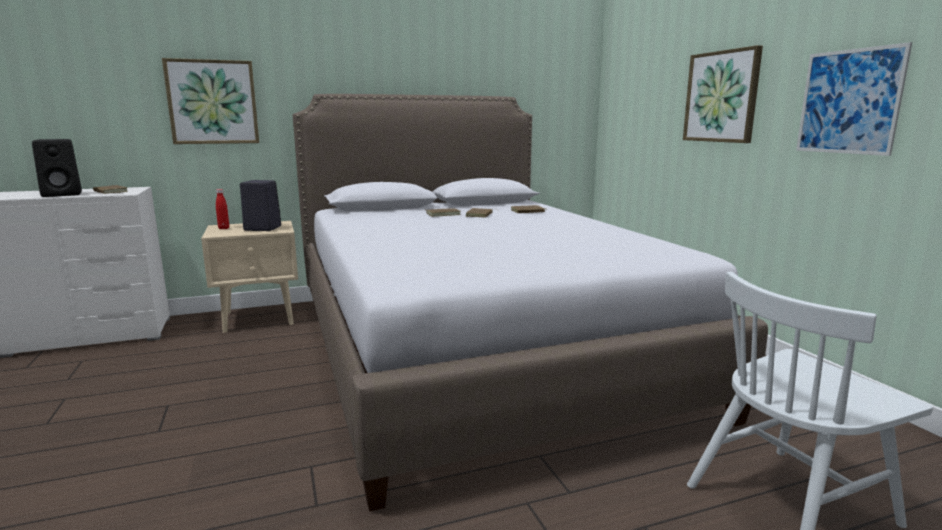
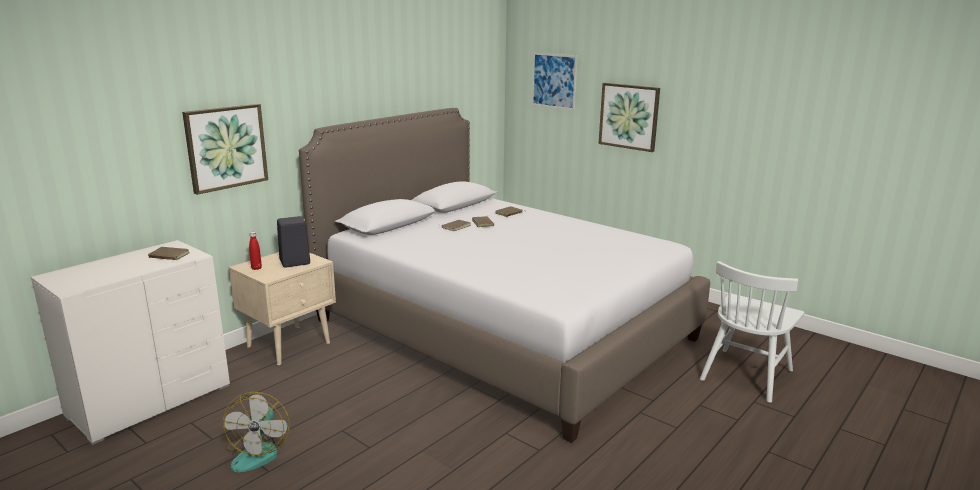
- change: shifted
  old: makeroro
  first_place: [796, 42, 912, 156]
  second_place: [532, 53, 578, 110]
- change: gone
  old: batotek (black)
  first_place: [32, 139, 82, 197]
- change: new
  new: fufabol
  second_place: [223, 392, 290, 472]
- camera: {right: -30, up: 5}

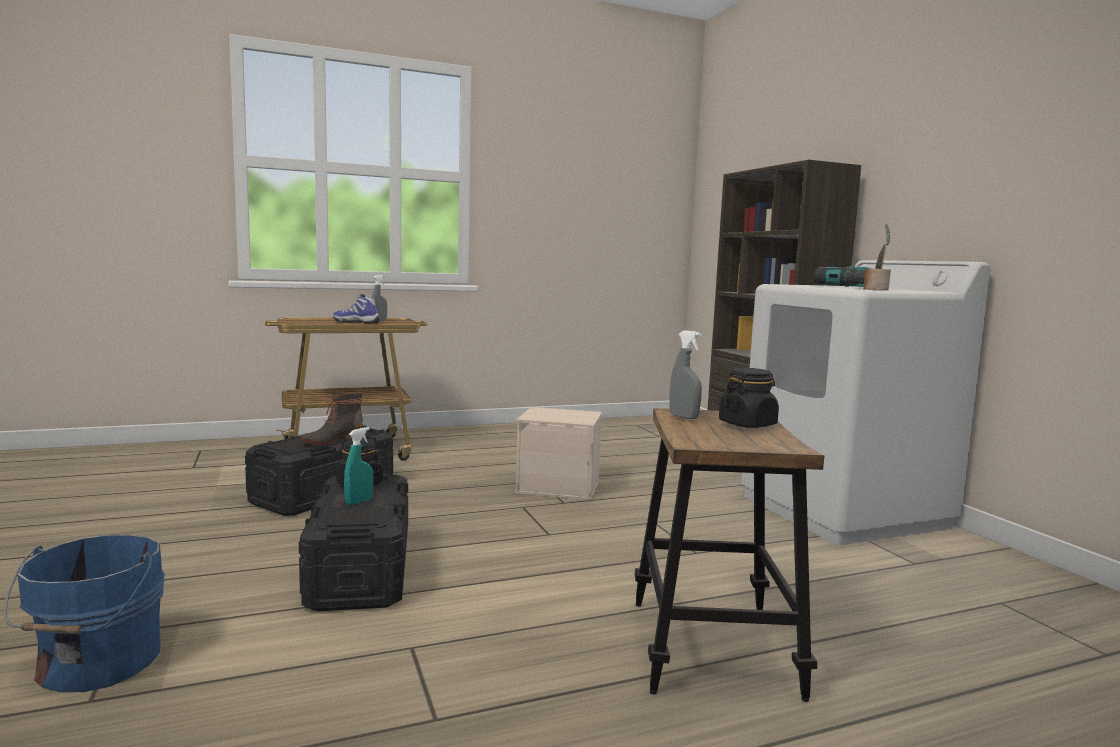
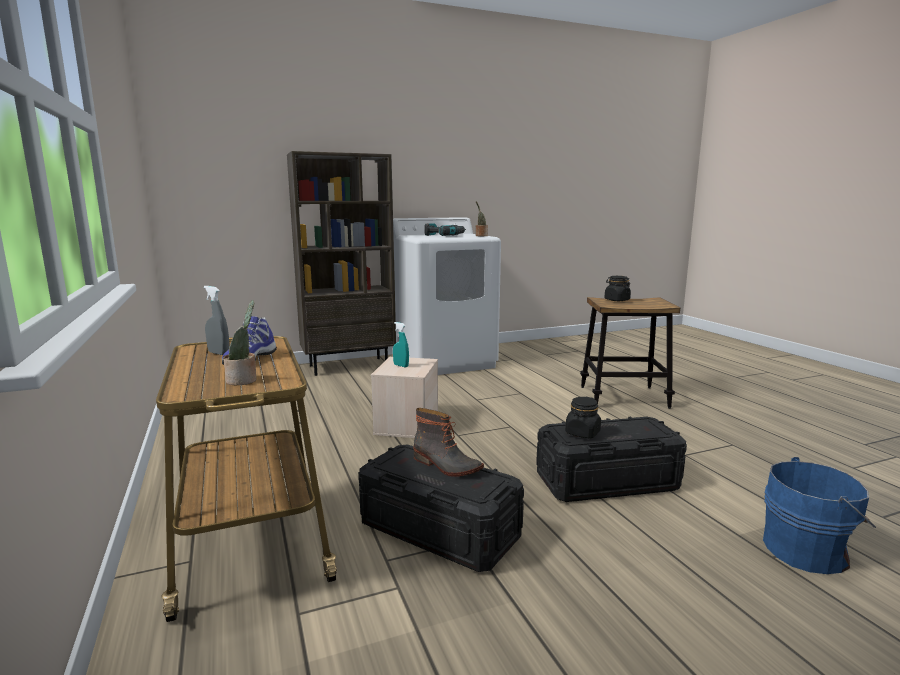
- change: gone
  old: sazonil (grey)
  first_place: [669, 330, 702, 419]
- change: shifted
  old: sazonil (turquoise)
  first_place: [344, 427, 374, 505]
  second_place: [393, 322, 409, 367]
- change: new
  new: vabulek
  second_place: [223, 300, 257, 385]
- camera: {right: -90, up: 5}

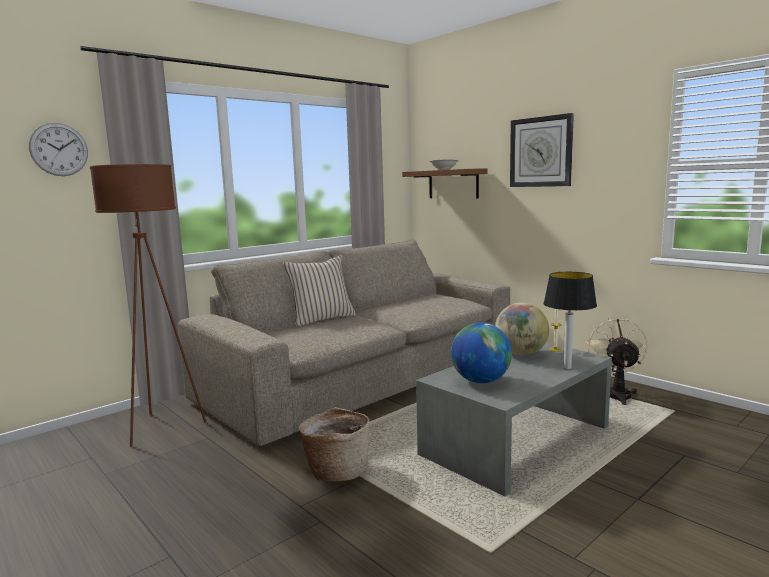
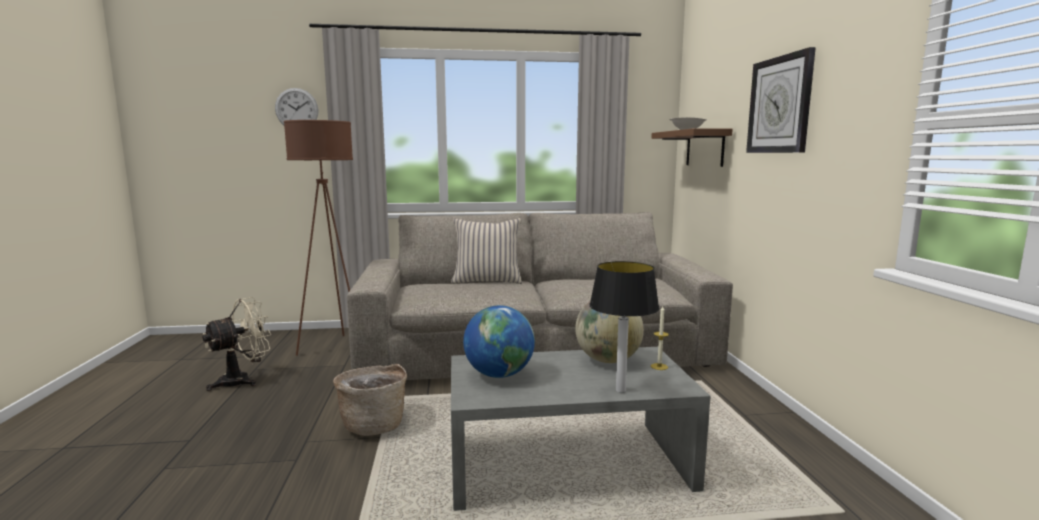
- change: shifted
  old: fufabol (beige)
  first_place: [586, 317, 648, 405]
  second_place: [202, 297, 272, 391]
- camera: {right: 35, up: 0}

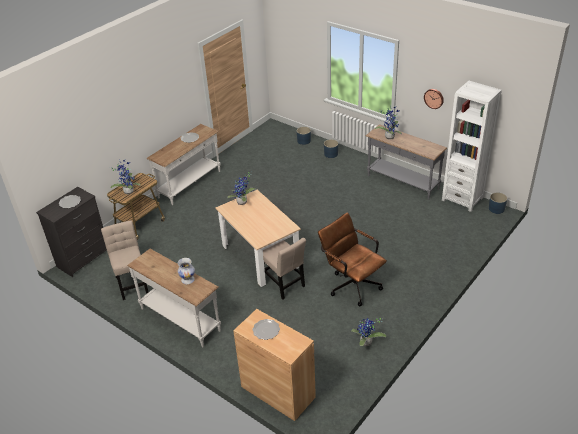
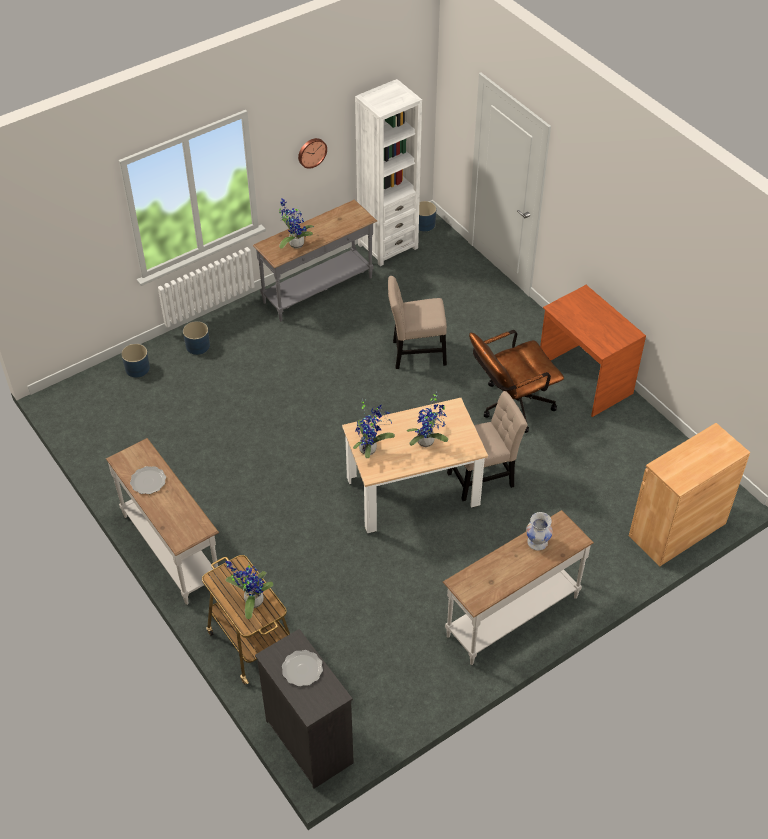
- change: shifted
  old: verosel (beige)
  first_place: [101, 221, 148, 300]
  second_place: [388, 276, 447, 369]
- change: shifted
  old: vabulek
  first_place: [351, 318, 386, 346]
  second_place: [407, 392, 448, 447]
- change: gone
  old: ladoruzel
  first_place: [252, 319, 280, 340]
- change: new
  new: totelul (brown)
  second_place: [540, 285, 646, 417]
- camera: {right: -75, up: 10}

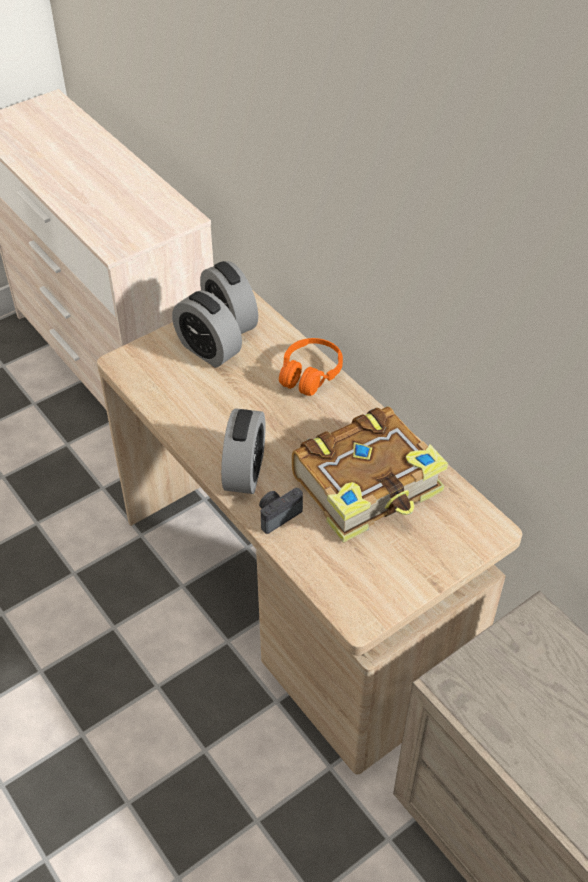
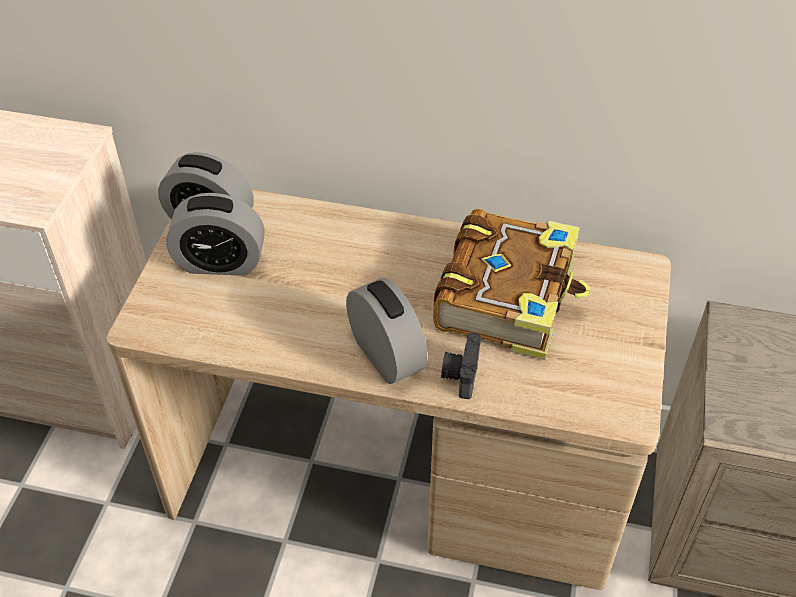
- change: gone
  old: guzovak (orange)
  first_place: [279, 338, 343, 396]
- camera: {right: -40, up: 0}

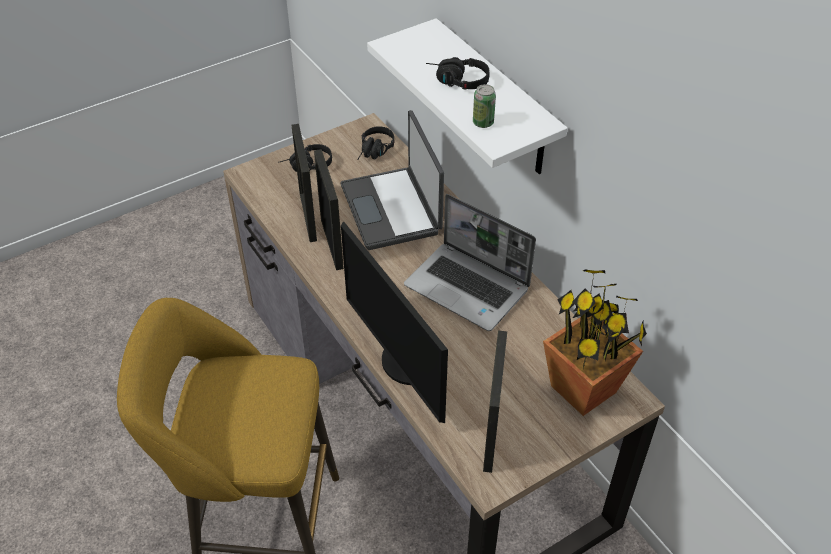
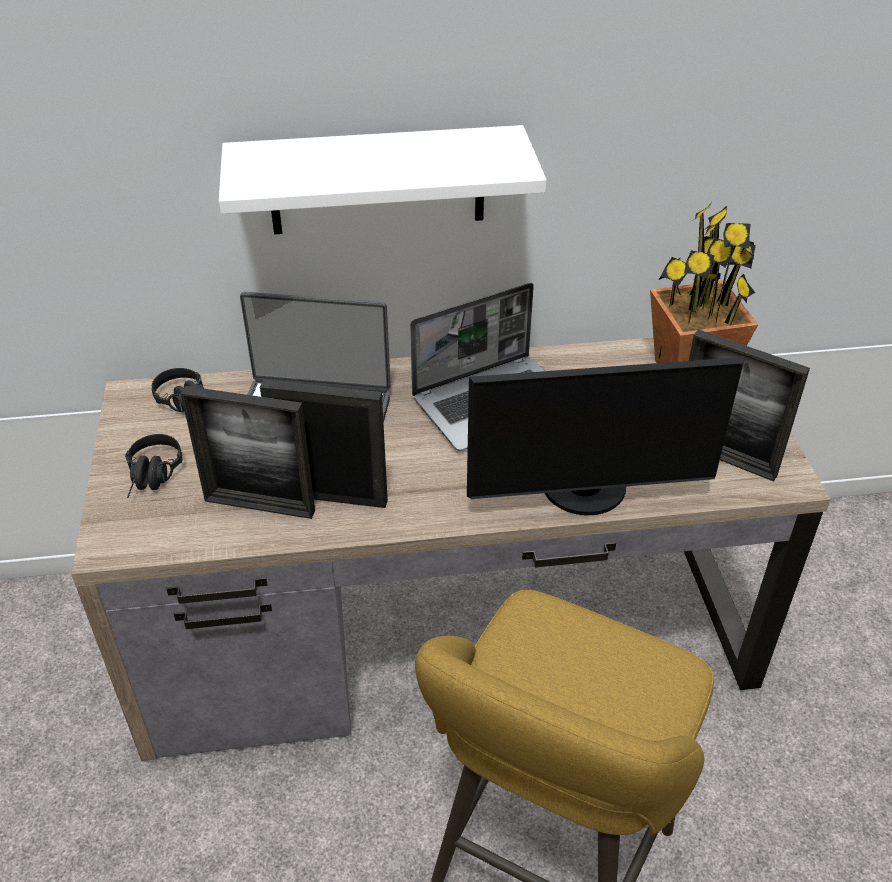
- change: gone
  old: guzovak (black)
  first_place: [426, 57, 490, 90]
- change: gone
  old: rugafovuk
  first_place: [473, 84, 496, 128]
- camera: {right: -65, up: -5}

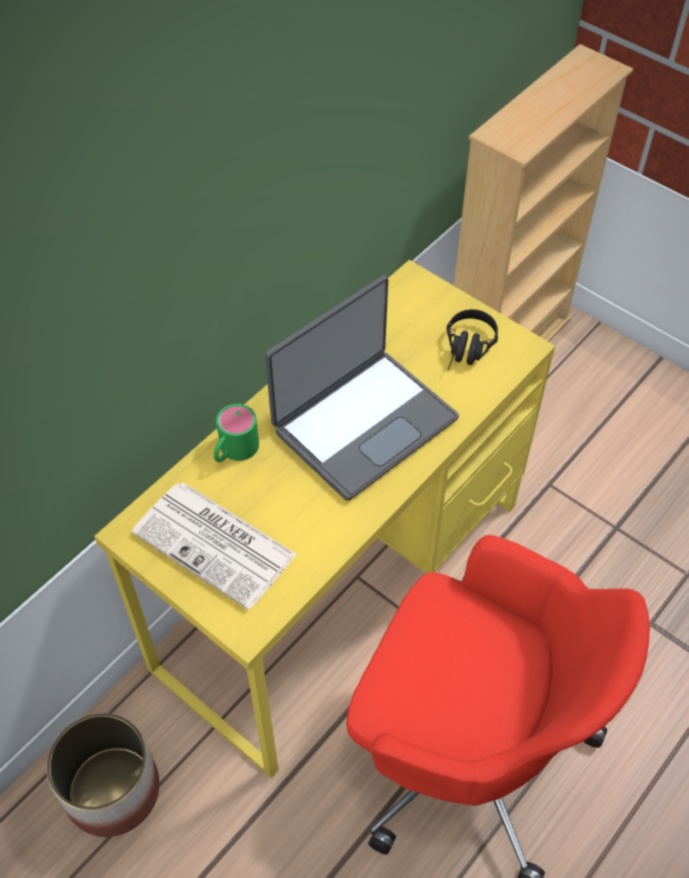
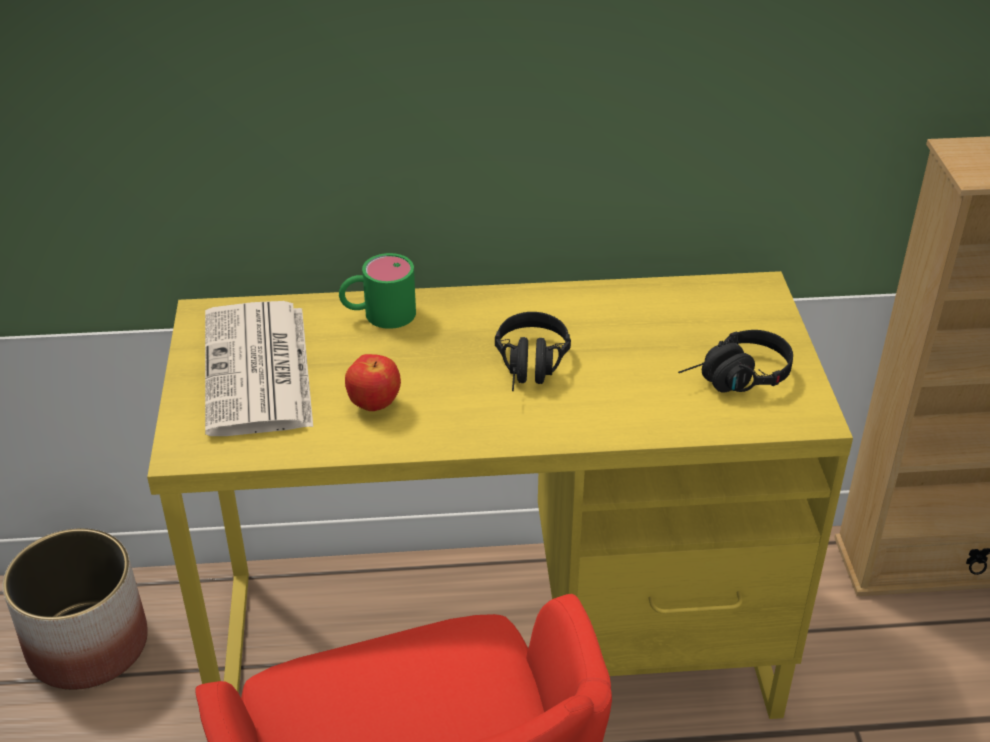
- change: swapped
  old: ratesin
  new: guzovak (black)
  first_place: [265, 275, 459, 501]
  second_place: [495, 312, 571, 391]
- change: new
  new: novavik
  second_place: [345, 354, 401, 411]
- camera: {right: 45, up: -15}

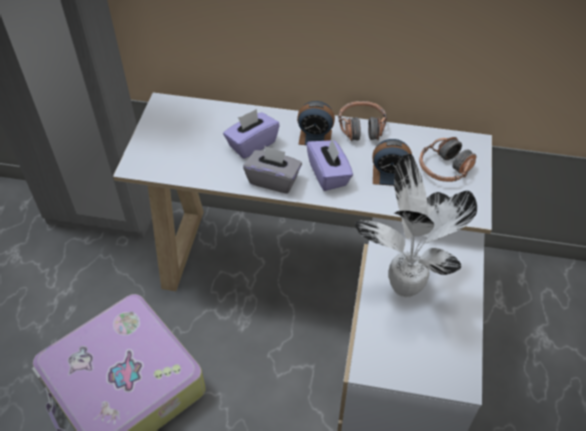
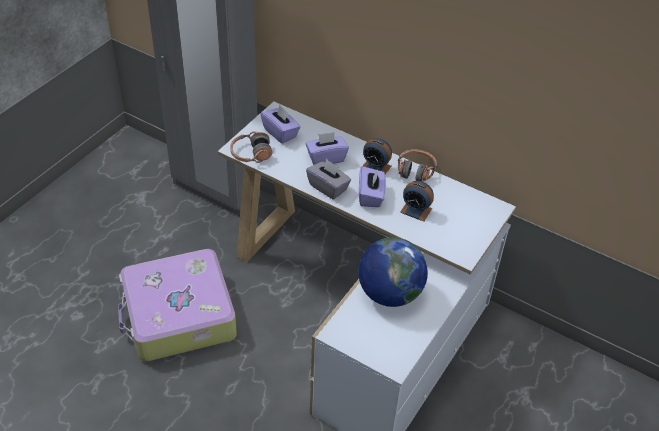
- change: shifted
  old: guzovak
  first_place: [419, 137, 476, 182]
  second_place: [230, 131, 273, 163]
- change: swapped
  old: vabulek
  new: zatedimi
  first_place: [355, 154, 477, 297]
  second_place: [358, 237, 428, 307]
- change: new
  new: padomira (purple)
  second_place: [260, 105, 300, 144]
- camera: {right: 20, up: -5}

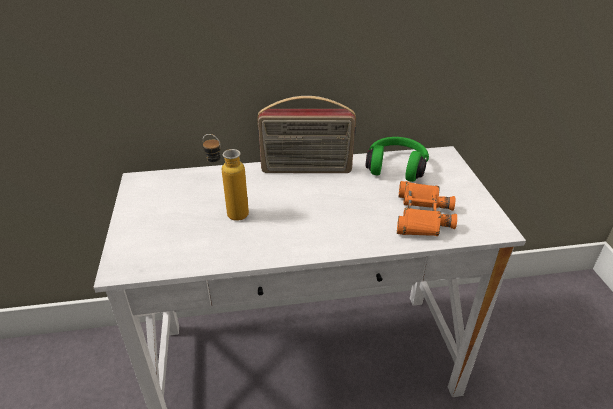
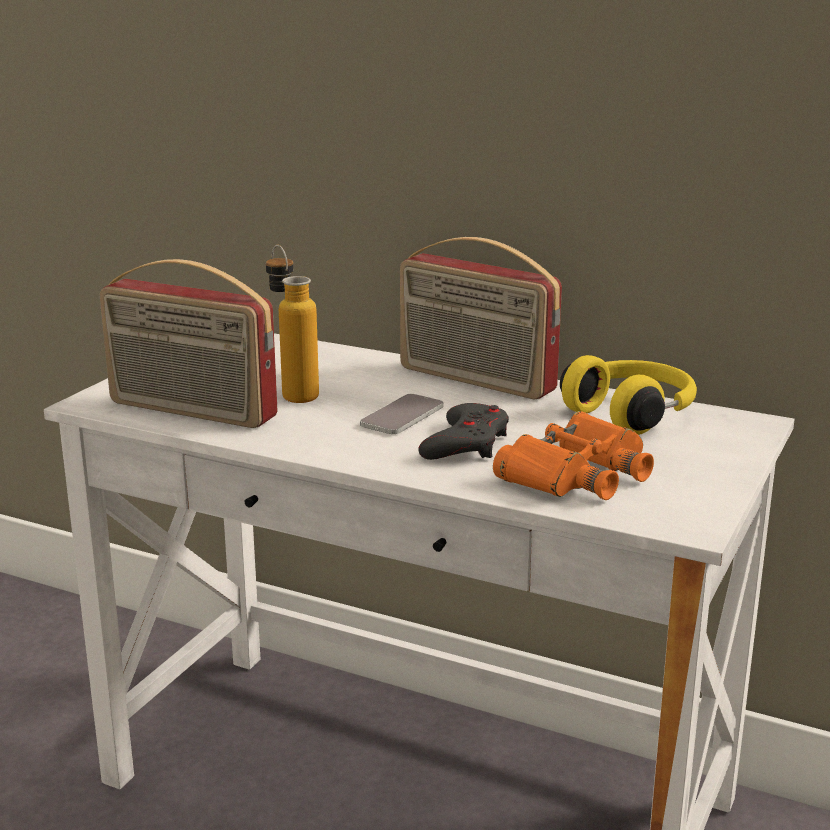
- change: repainted
  old: guzovak (green)
  new: guzovak (yellow)
  first_place: [366, 137, 429, 182]
  second_place: [560, 355, 697, 435]
- change: new
  new: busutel
  second_place: [100, 259, 278, 428]
- change: new
  new: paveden
  second_place: [360, 394, 444, 434]
- change: new
  new: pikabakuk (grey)
  second_place: [418, 403, 509, 460]
- camera: {right: 35, up: -15}

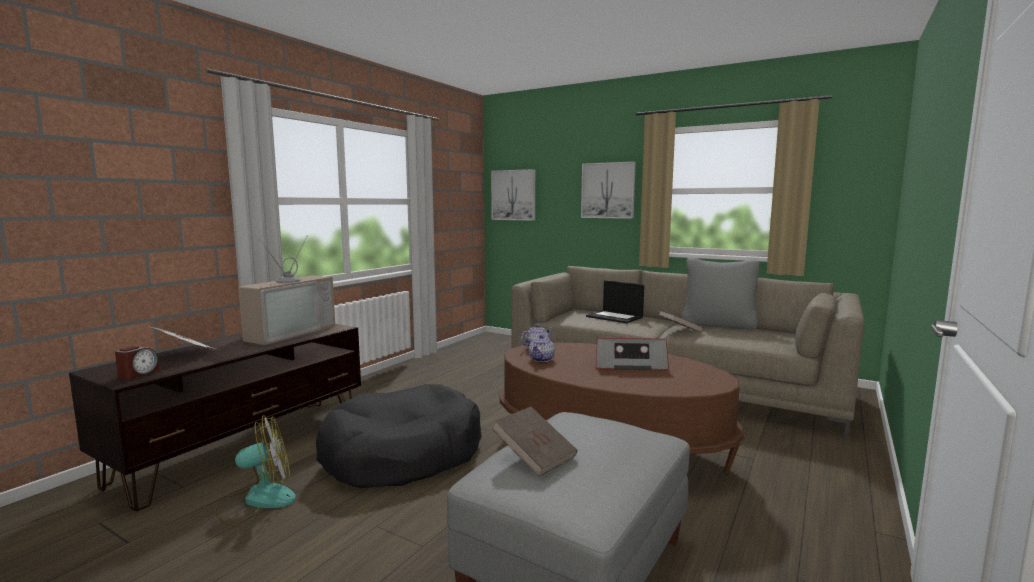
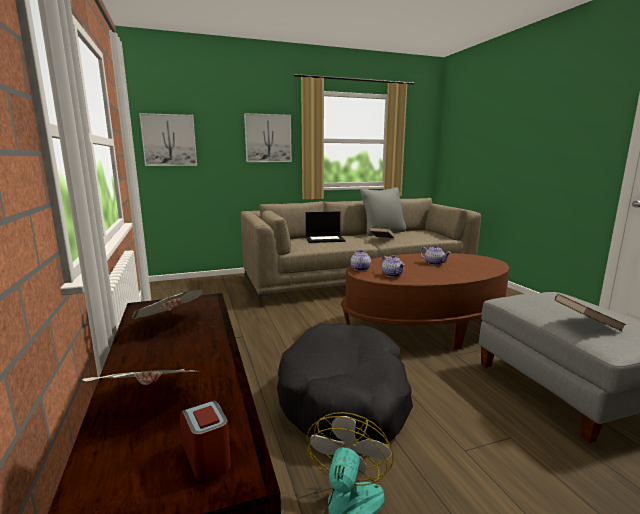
- change: swapped
  old: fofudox
  new: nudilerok
  first_place: [238, 235, 335, 345]
  second_place: [132, 290, 203, 319]
- change: swapped
  old: busutel
  new: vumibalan
  first_place: [596, 338, 669, 370]
  second_place: [420, 245, 451, 265]
- camera: {right: -50, up: 5}

